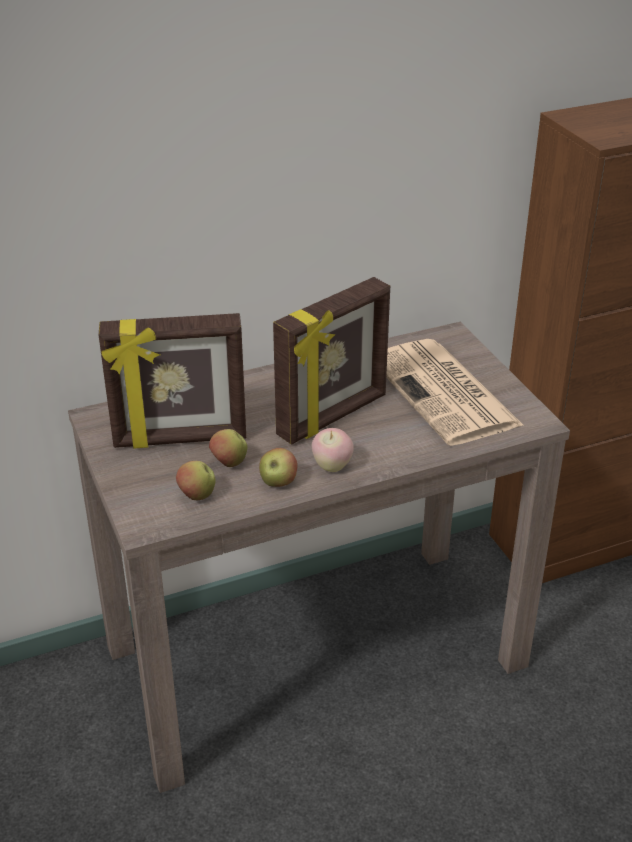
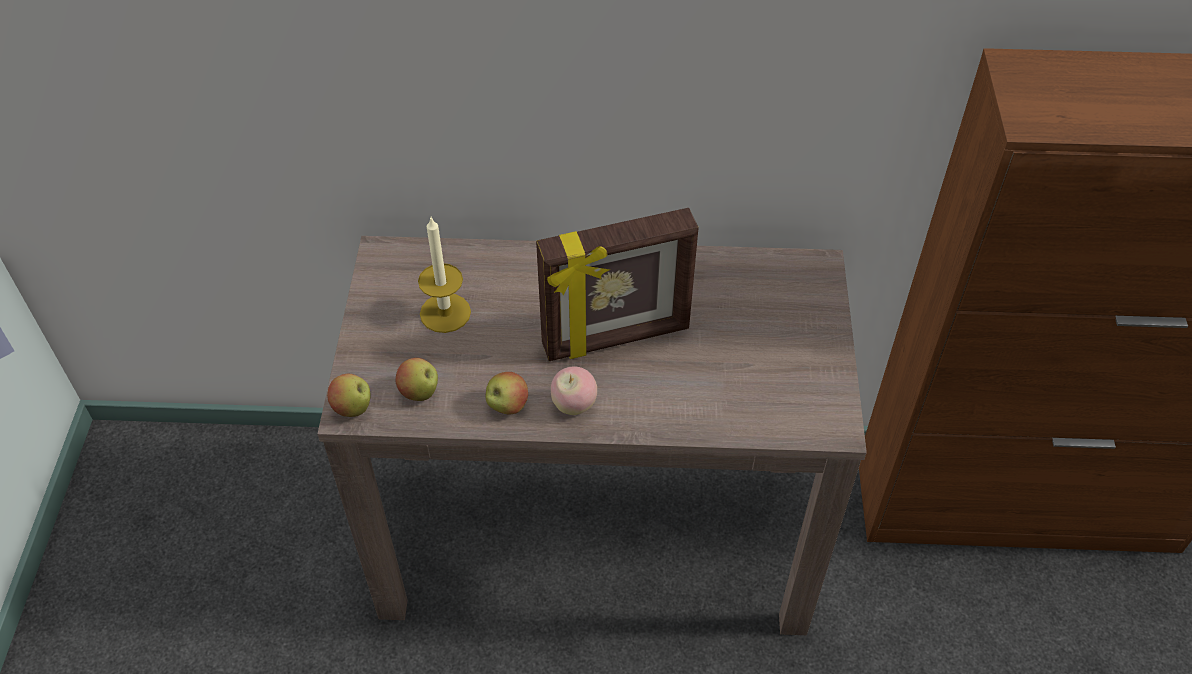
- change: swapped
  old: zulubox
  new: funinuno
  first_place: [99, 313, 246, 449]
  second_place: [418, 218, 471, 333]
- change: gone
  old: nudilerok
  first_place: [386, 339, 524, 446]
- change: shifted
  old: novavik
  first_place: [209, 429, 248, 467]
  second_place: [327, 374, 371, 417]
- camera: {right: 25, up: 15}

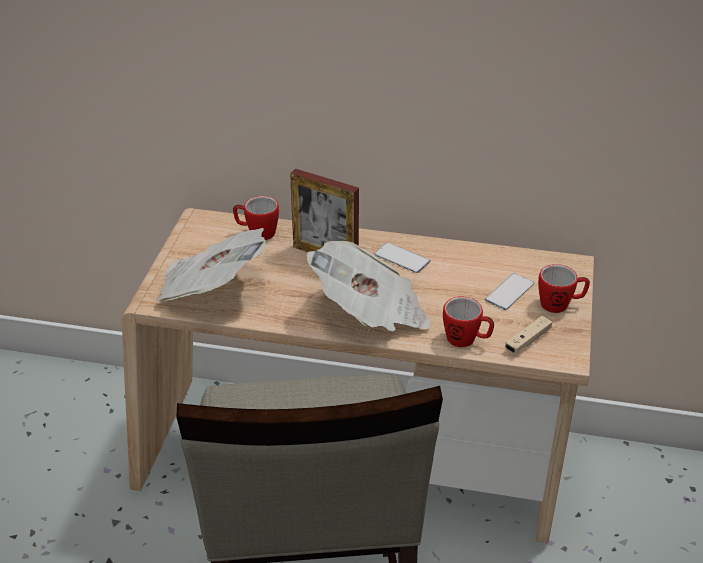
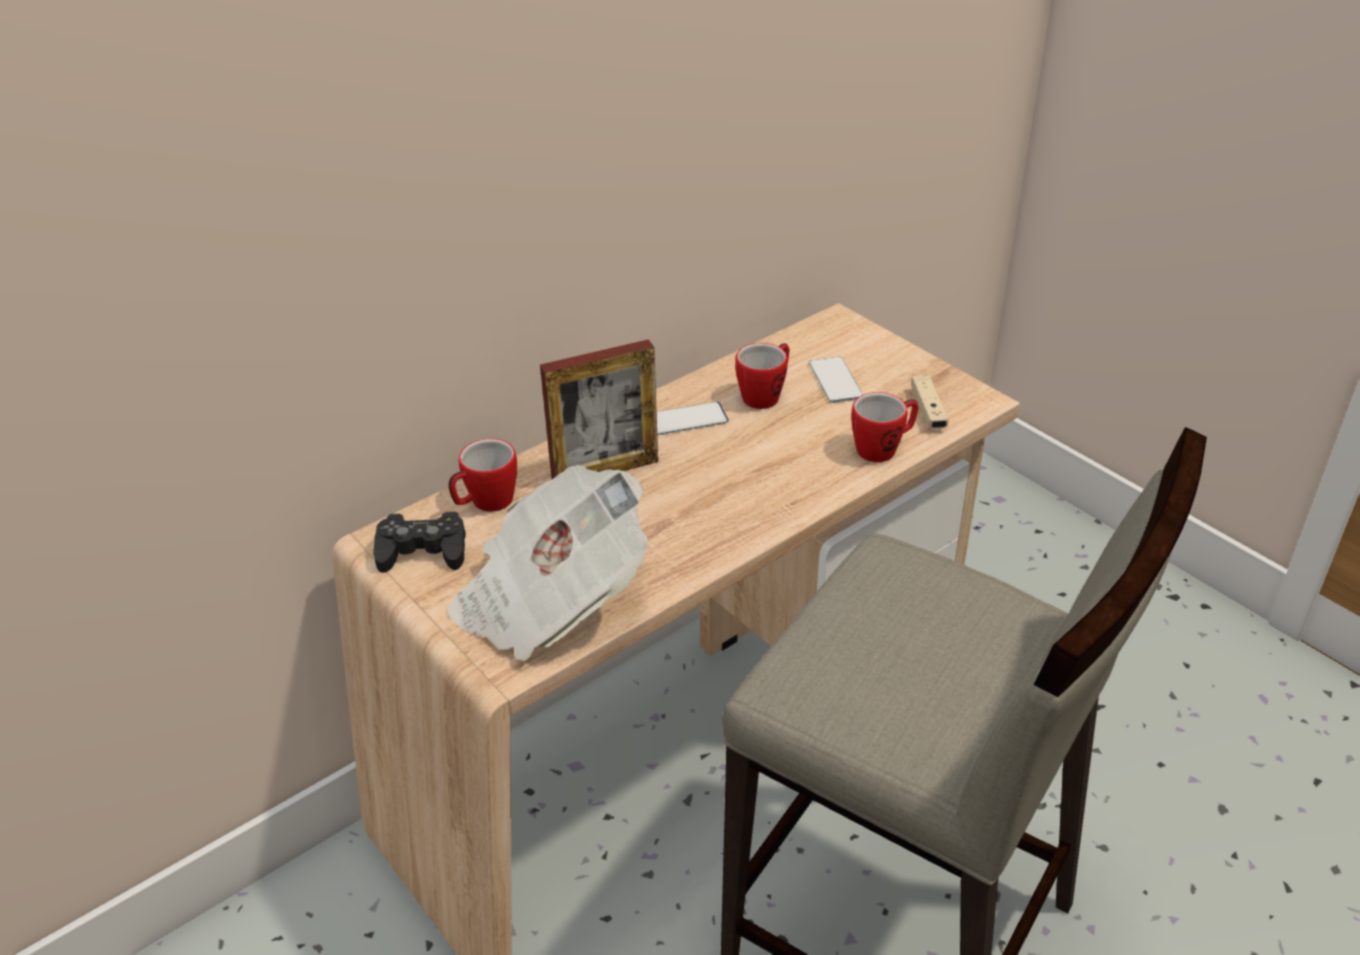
- change: gone
  old: nudilerok
  first_place: [307, 241, 431, 331]
- change: shifted
  old: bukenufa
  first_place: [538, 264, 590, 313]
  second_place: [735, 343, 789, 409]
- change: new
  new: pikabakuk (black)
  second_place: [373, 511, 466, 572]
- camera: {right: -50, up: 0}

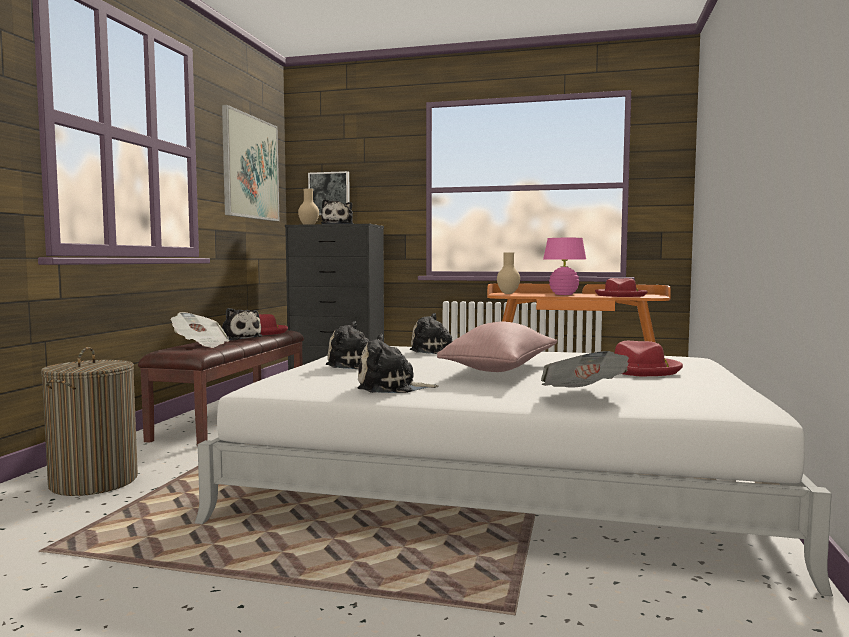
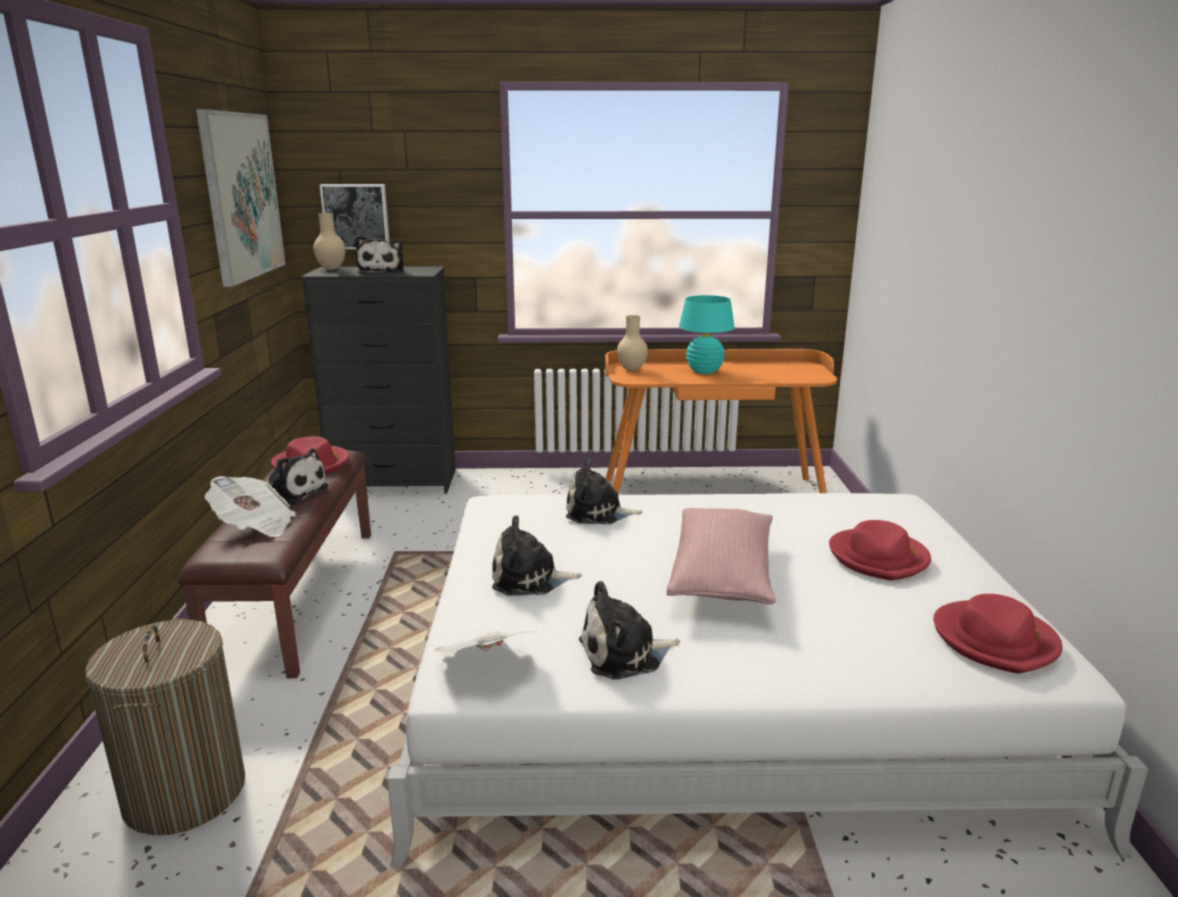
- change: repainted
  old: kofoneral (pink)
  new: kofoneral (turquoise)
  first_place: [543, 238, 586, 295]
  second_place: [679, 295, 735, 374]
- change: shifted
  old: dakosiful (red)
  first_place: [595, 278, 647, 297]
  second_place: [933, 594, 1062, 673]
- change: shifted
  old: nudilerok
  first_place: [541, 351, 629, 388]
  second_place: [433, 631, 534, 652]
- camera: {right: -15, up: 15}

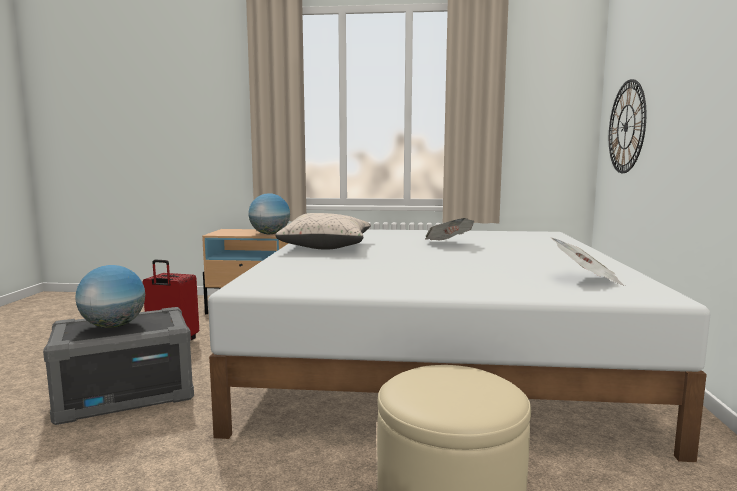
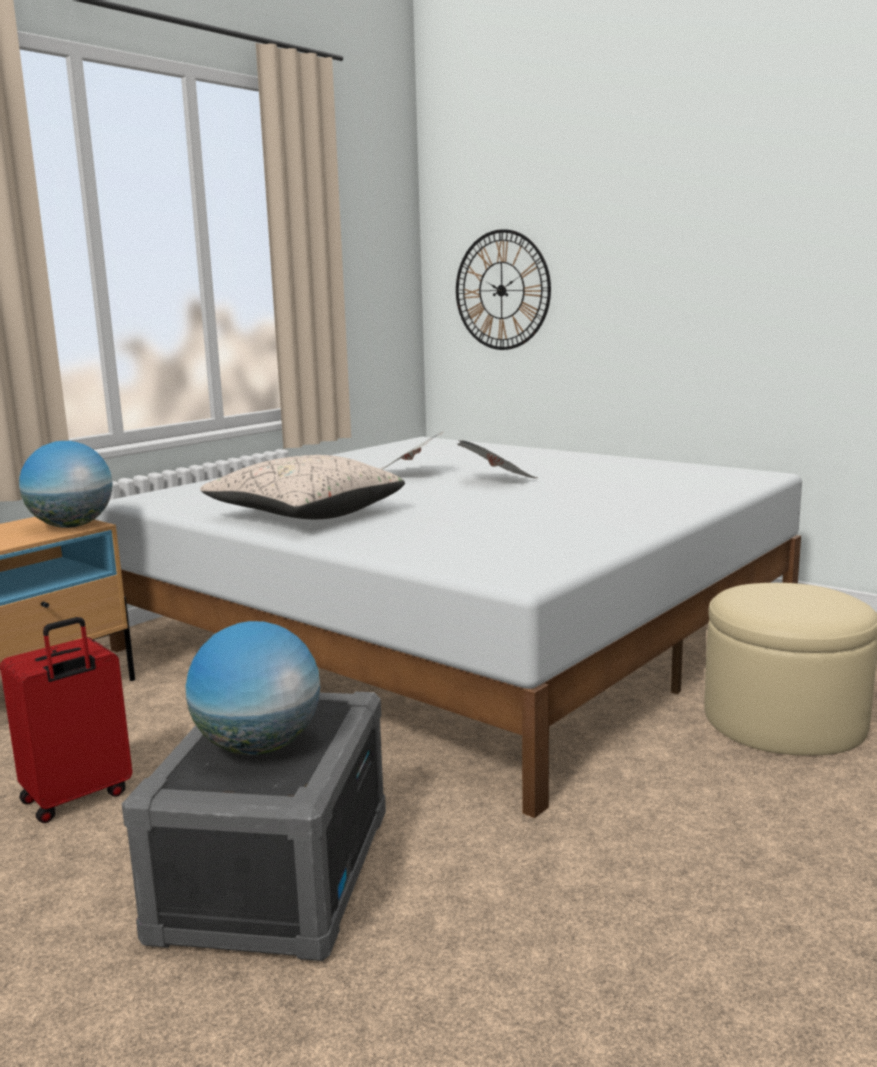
- change: shifted
  old: nudilerok
  first_place: [551, 238, 625, 286]
  second_place: [457, 440, 537, 478]
- camera: {right: -55, up: 5}

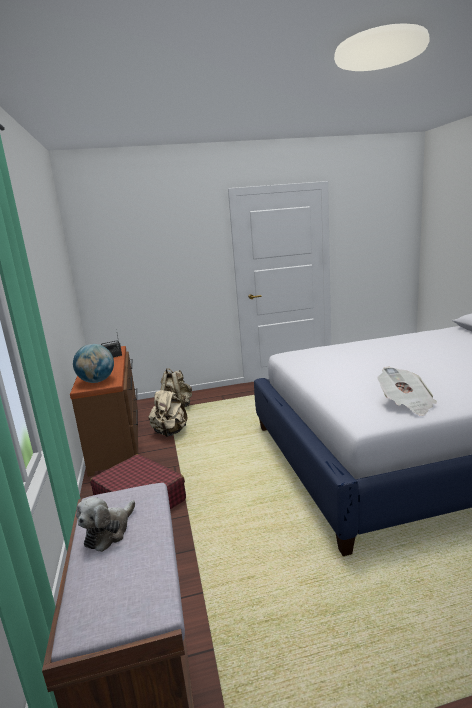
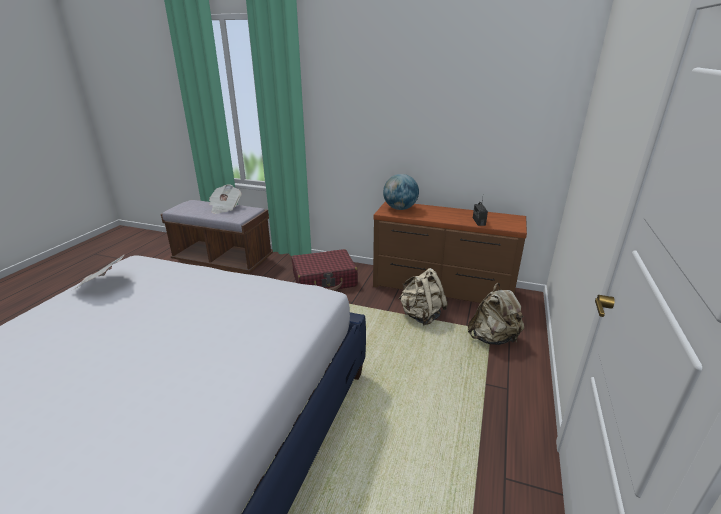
- change: swapped
  old: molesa
  new: nudilerok
  first_place: [76, 497, 135, 552]
  second_place: [209, 185, 241, 214]
- camera: {right: 120, up: 10}

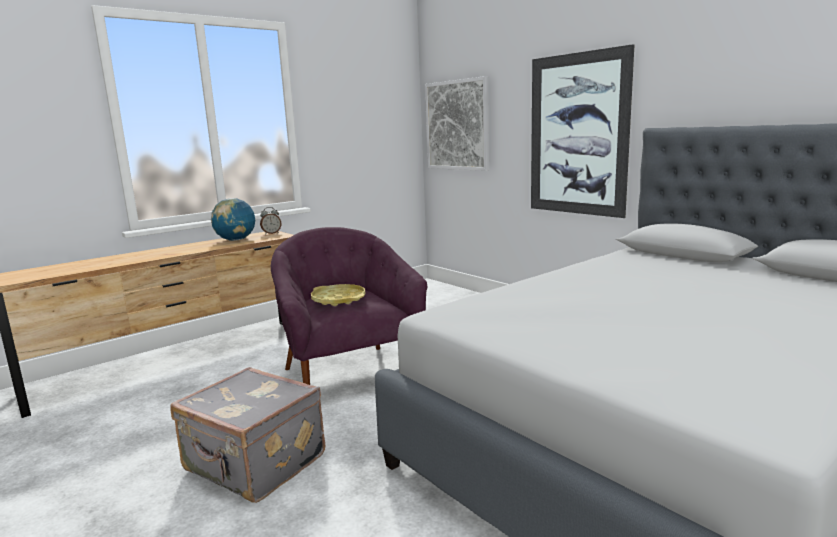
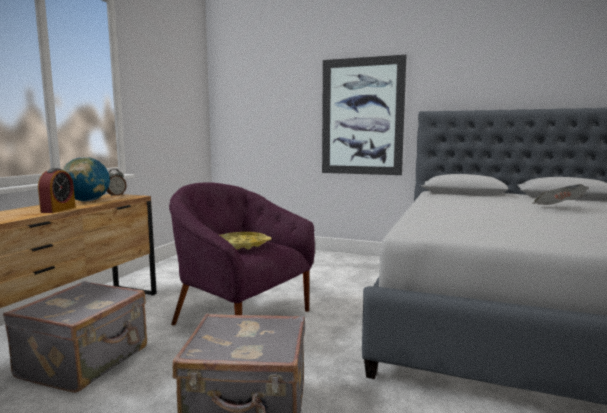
- change: gone
  old: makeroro
  first_place: [425, 76, 489, 171]
- change: new
  new: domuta
  second_place: [38, 168, 76, 213]
- change: new
  new: nudilerok
  second_place: [533, 184, 589, 205]
- change: new
  new: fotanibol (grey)
  second_place: [3, 281, 147, 393]
- camera: {right: -30, up: -5}

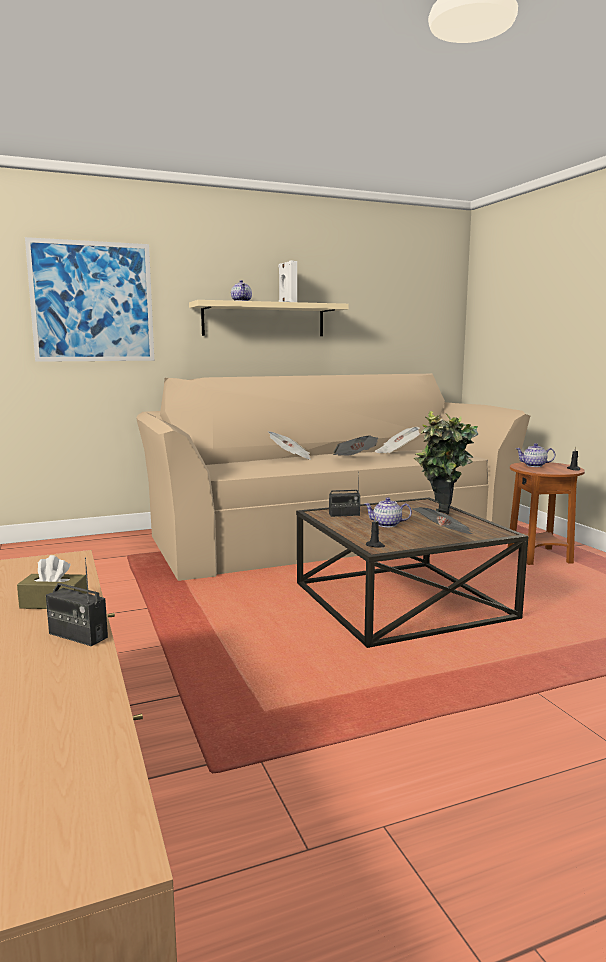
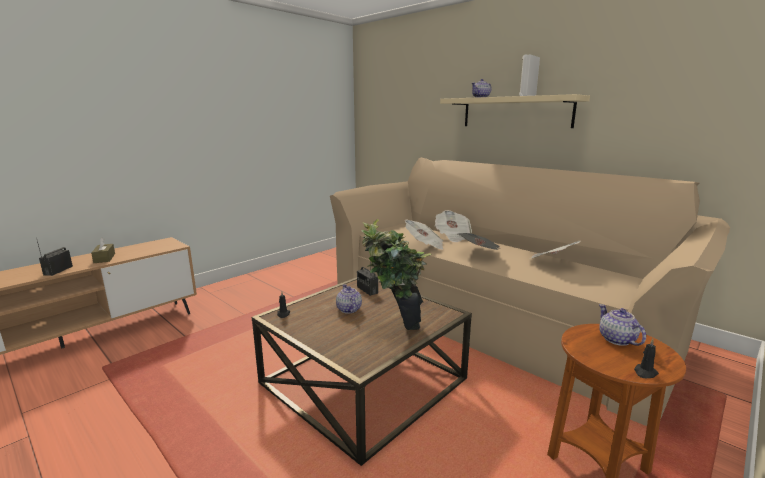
- change: gone
  old: makeroro
  first_place: [25, 237, 154, 362]
- change: shifted
  old: nudilerok
  first_place: [412, 507, 473, 534]
  second_place: [405, 219, 443, 250]
- camera: {right: 65, up: 5}

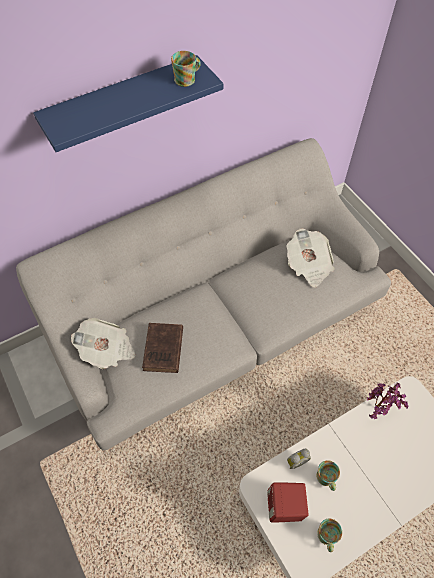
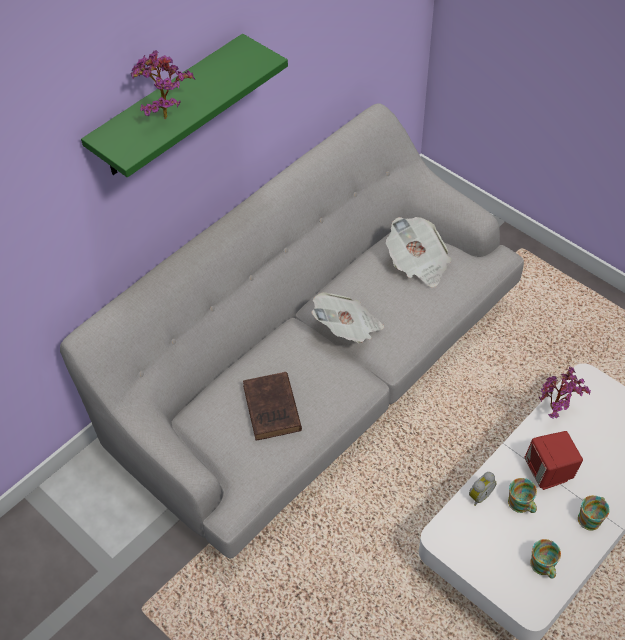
- change: shifted
  old: bukenufa
  first_place: [171, 51, 201, 87]
  second_place: [578, 495, 609, 530]
- change: repainted
  old: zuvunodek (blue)
  new: zuvunodek (green)
  first_place: [33, 55, 223, 152]
  second_place: [81, 34, 288, 177]
- change: shifted
  old: nudilerok
  first_place: [71, 318, 136, 369]
  second_place: [311, 292, 384, 343]
- change: shifted
  old: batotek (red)
  first_place: [267, 482, 309, 523]
  second_place: [524, 431, 583, 490]
- change: new
  new: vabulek
  second_place: [131, 50, 195, 119]
- camera: {right: -15, up: -5}

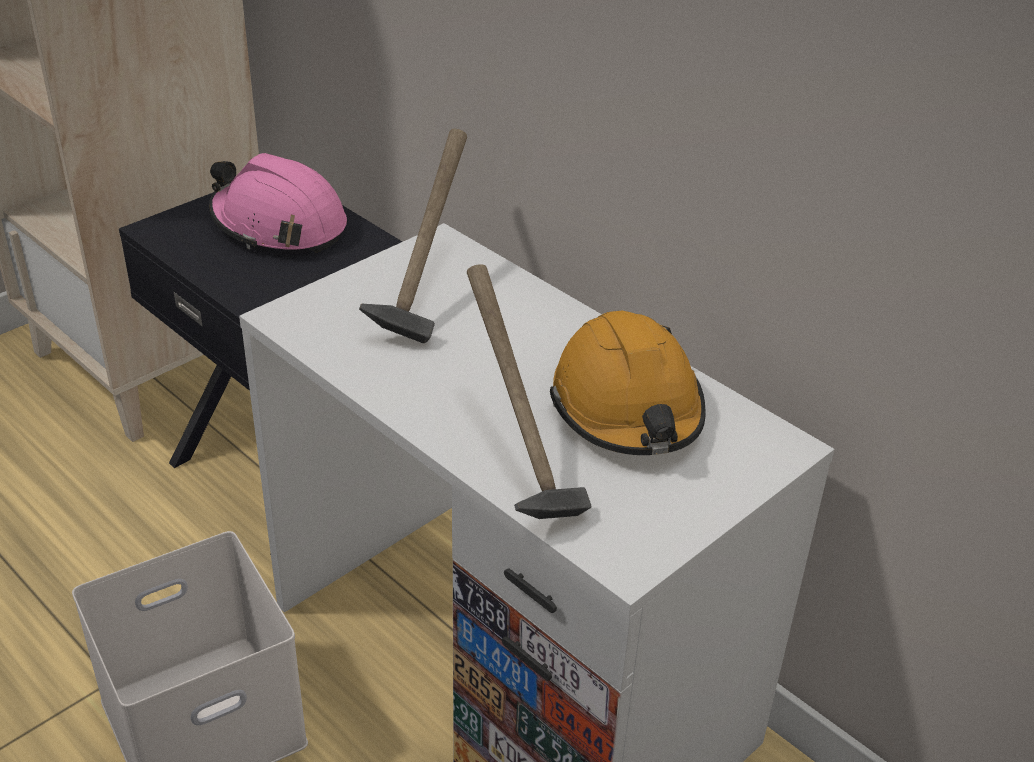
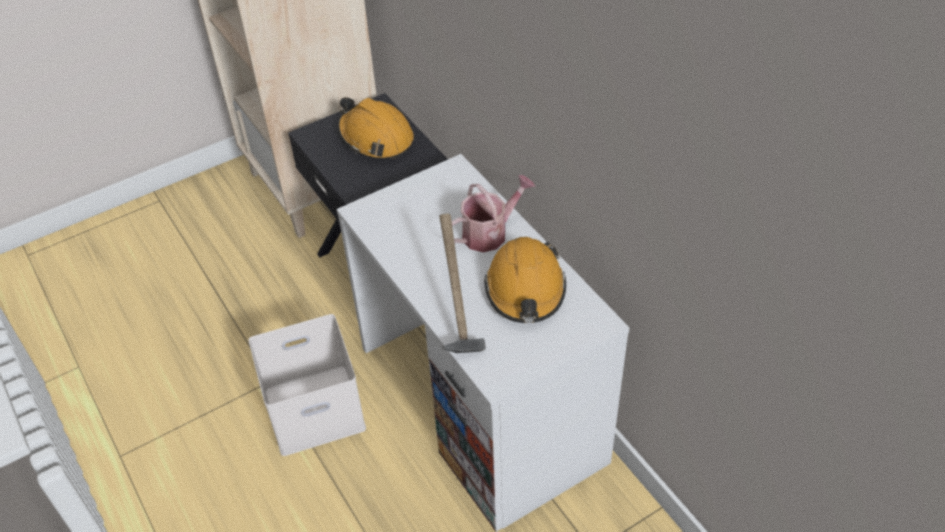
- change: gone
  old: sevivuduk
  first_place: [359, 129, 467, 343]
- change: repainted
  old: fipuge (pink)
  new: fipuge (orange)
  first_place: [209, 153, 347, 252]
  second_place: [338, 97, 414, 159]
- change: new
  new: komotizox
  second_place: [452, 175, 535, 252]
- camera: {right: 15, up: 10}

